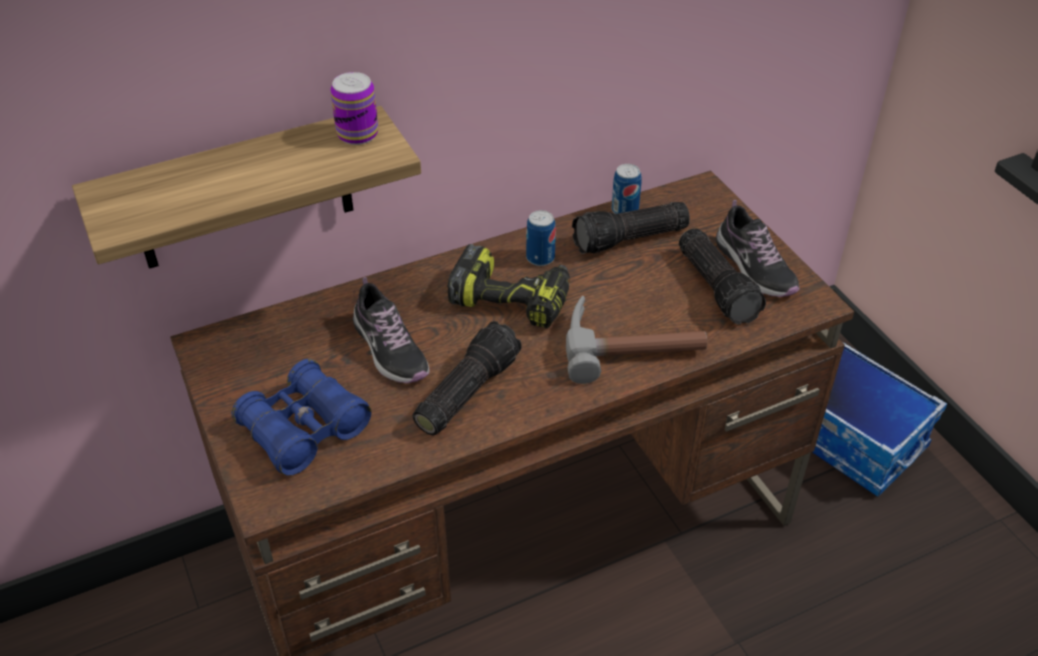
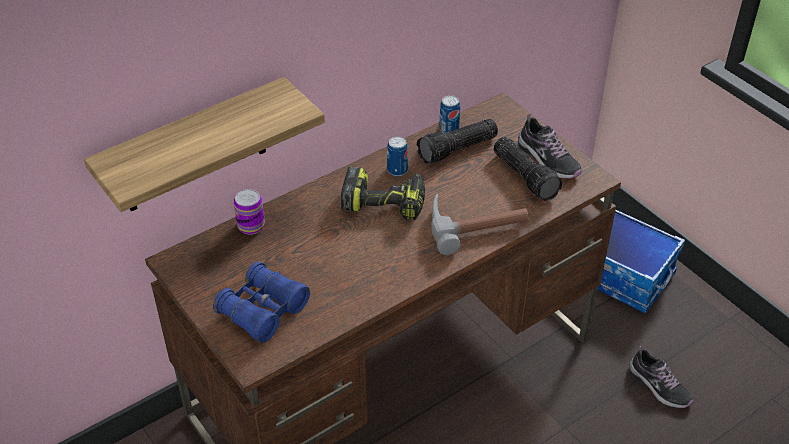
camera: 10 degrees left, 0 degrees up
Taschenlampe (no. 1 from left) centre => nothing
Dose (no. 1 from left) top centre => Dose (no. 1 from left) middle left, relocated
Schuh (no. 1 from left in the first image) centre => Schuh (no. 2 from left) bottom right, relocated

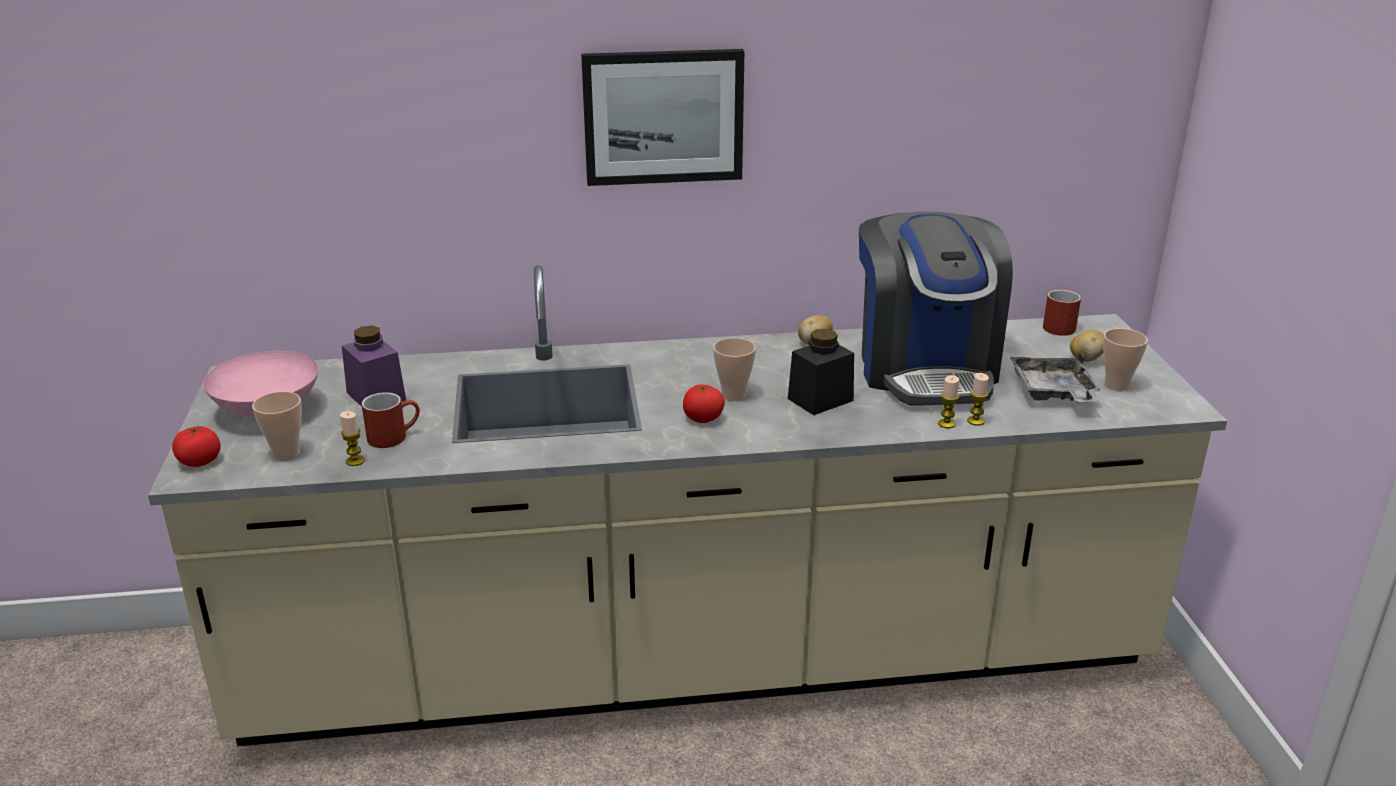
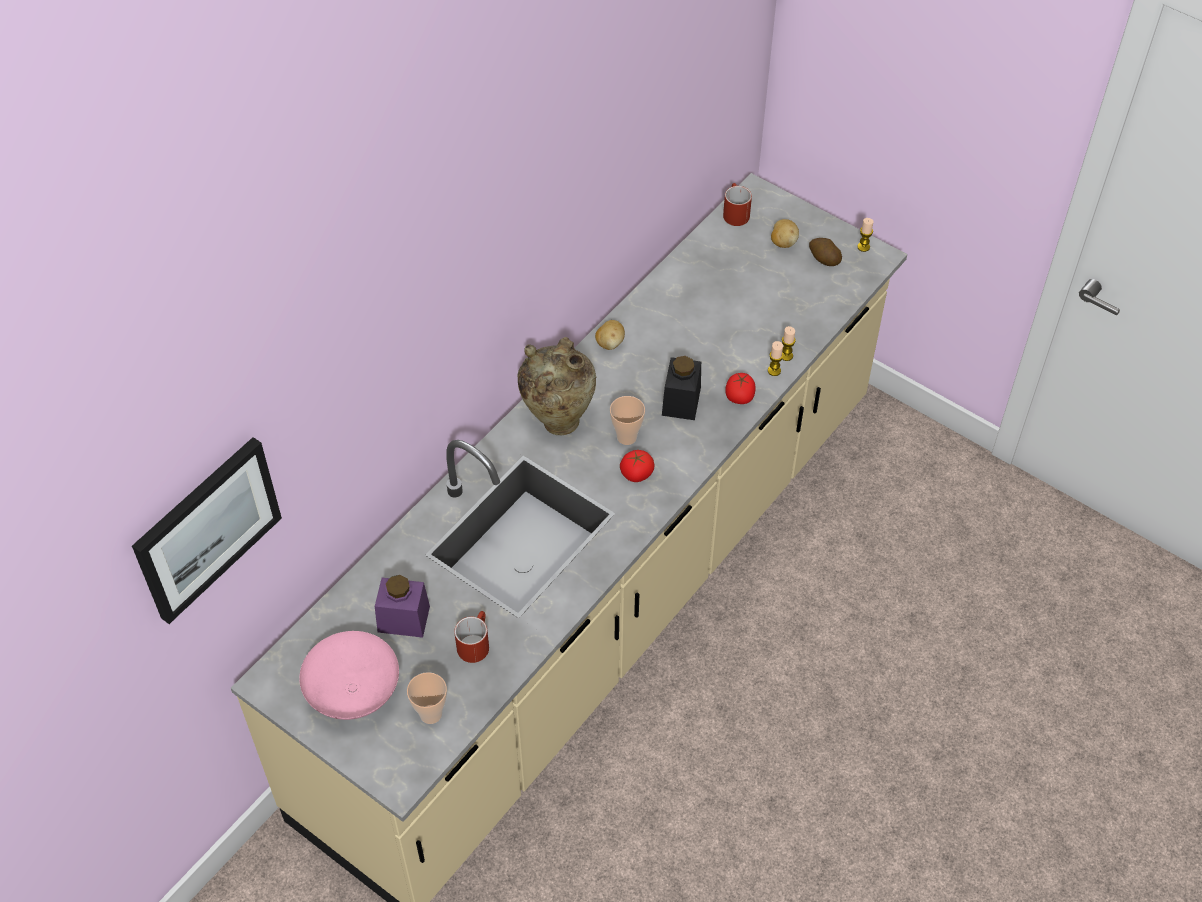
camera: 45 degrees left, 25 degrees up
Kaffeemaschine middle right => nothing
Tablett/grau middle right => nothing
nothing => Vase/beige centre
Tomate (no. 1 from left in the first image) middle left => Tomate (no. 2 from left) centre, relocated
Kerze (no. 1 from left in the first image) middle left => Kerze (no. 3 from left) top right, relocated
Bild top centre => Bild middle left, relocated
Tasse (no. 3 from left) middle right => Kartoffel (no. 3 from left) top right

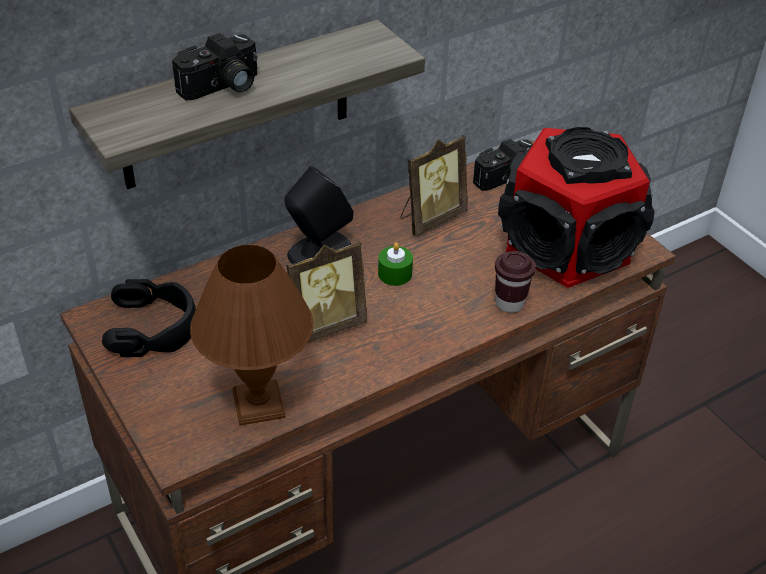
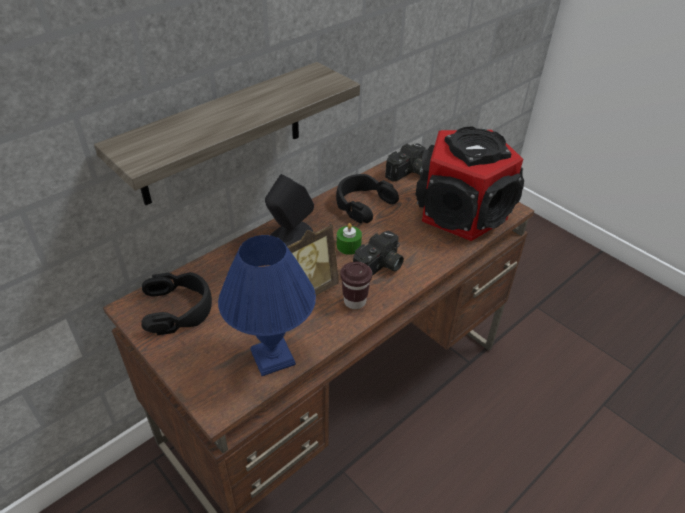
camera: 10 degrees left, 0 degrees up
Kamera (no. 1 from left) top left => Kamera (no. 1 from left) centre, relocated
Tasse/braun middle right => Tasse/braun centre, relocated
Bilderrahmen (no. 2 from left) top centre => Kopfhörer/schwarz (no. 2 from left) centre
Tischlampe/braun middle left => Tischlampe/blau centre

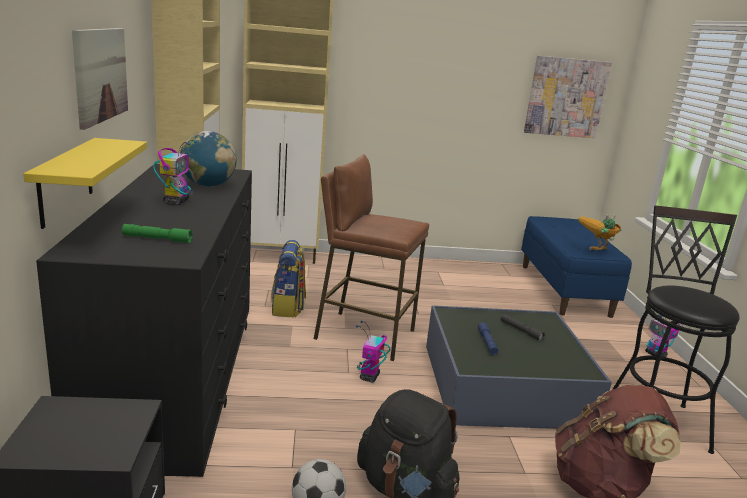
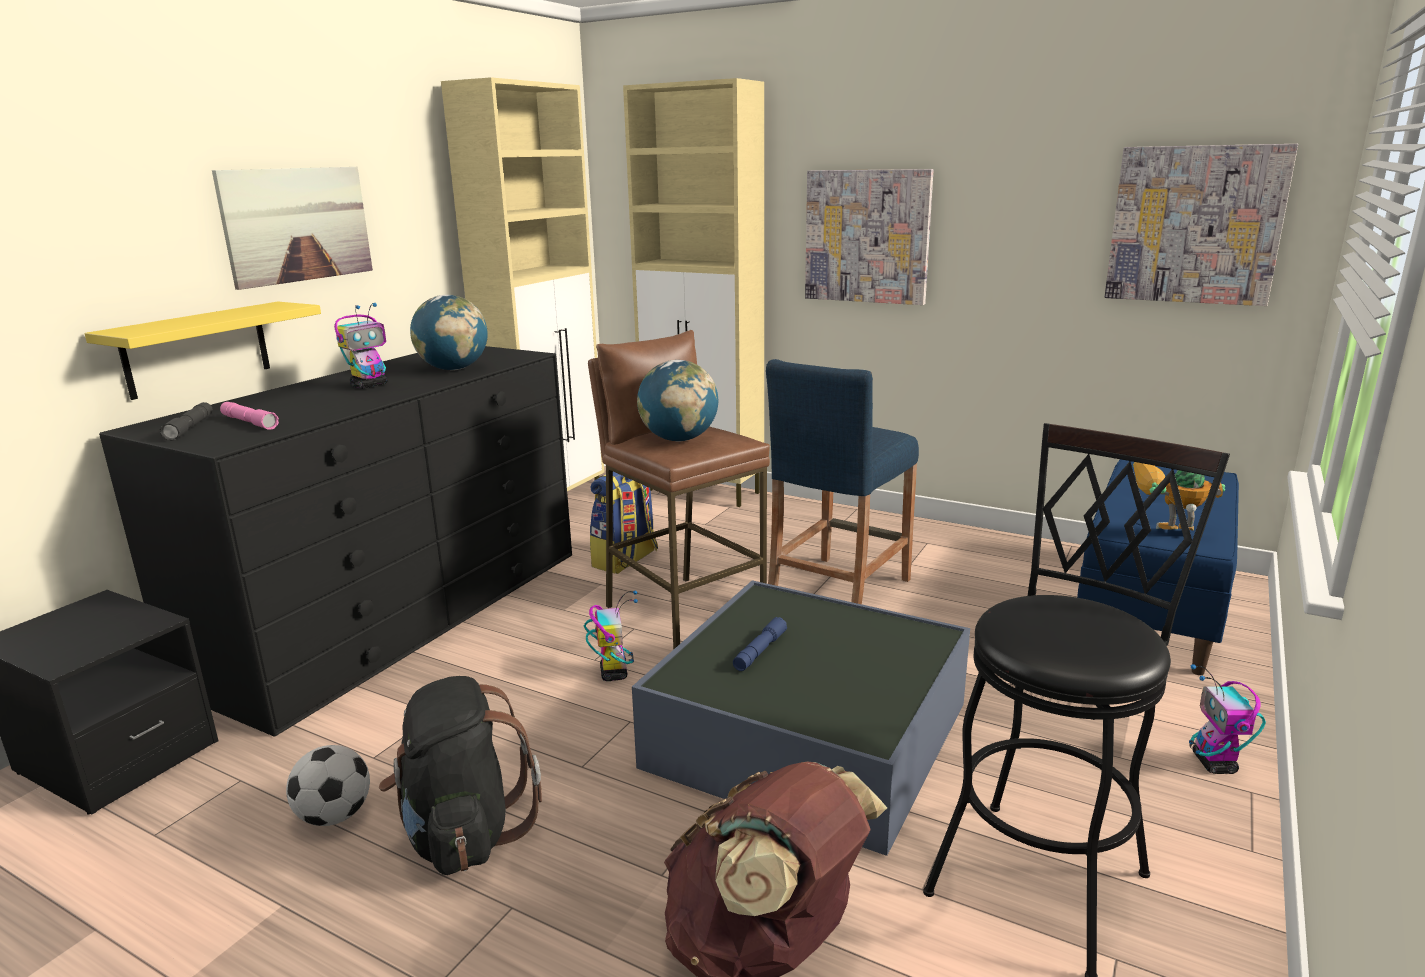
camera: 35 degrees right, 0 degrees up
nothing => Globus (no. 2 from left) centre
nothing => Hocker/blau centre
nothing => Bild (no. 2 from left) top centre
Taschenlampe/grau middle right => Taschenlampe/grau middle left, relocated
Taschenlampe/grün middle left => Taschenlampe/rosa middle left
Spielzeugroboter (no. 2 from left) bottom centre => Spielzeugroboter (no. 2 from left) centre, 120 degrees clockwise

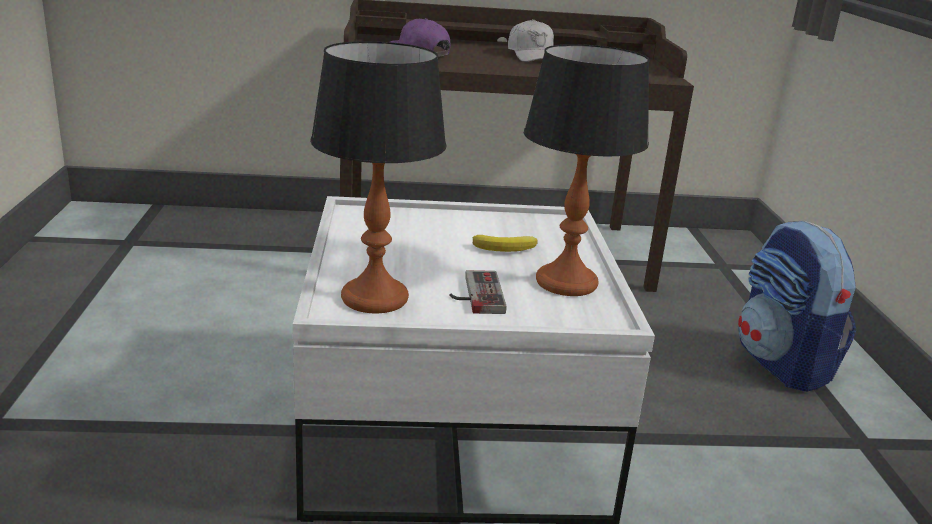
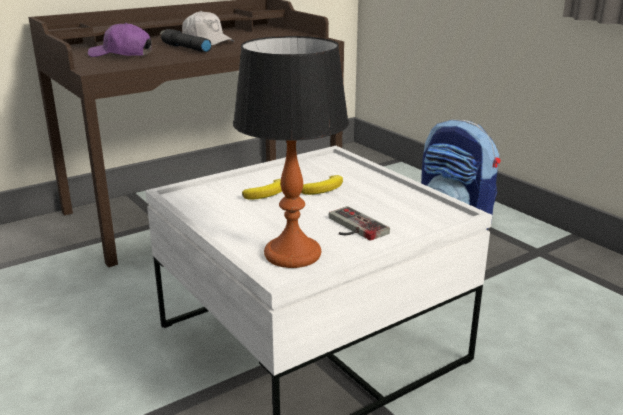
camera: 30 degrees left, 0 degrees up
Tischlampe (no. 2 from left) top centre => nothing
nothing => Taschenlampe/schwarz top left
nothing => Banane (no. 1 from left) centre

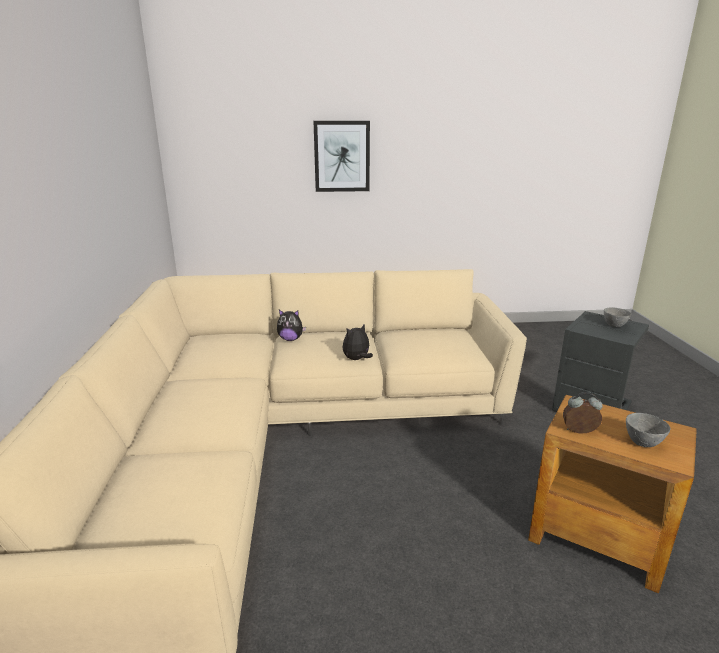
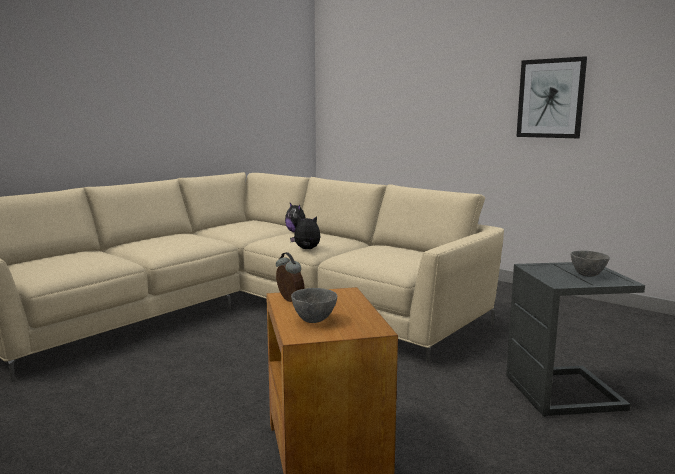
camera: 45 degrees right, 10 degrees down
Bild top centre => Bild top right, relocated

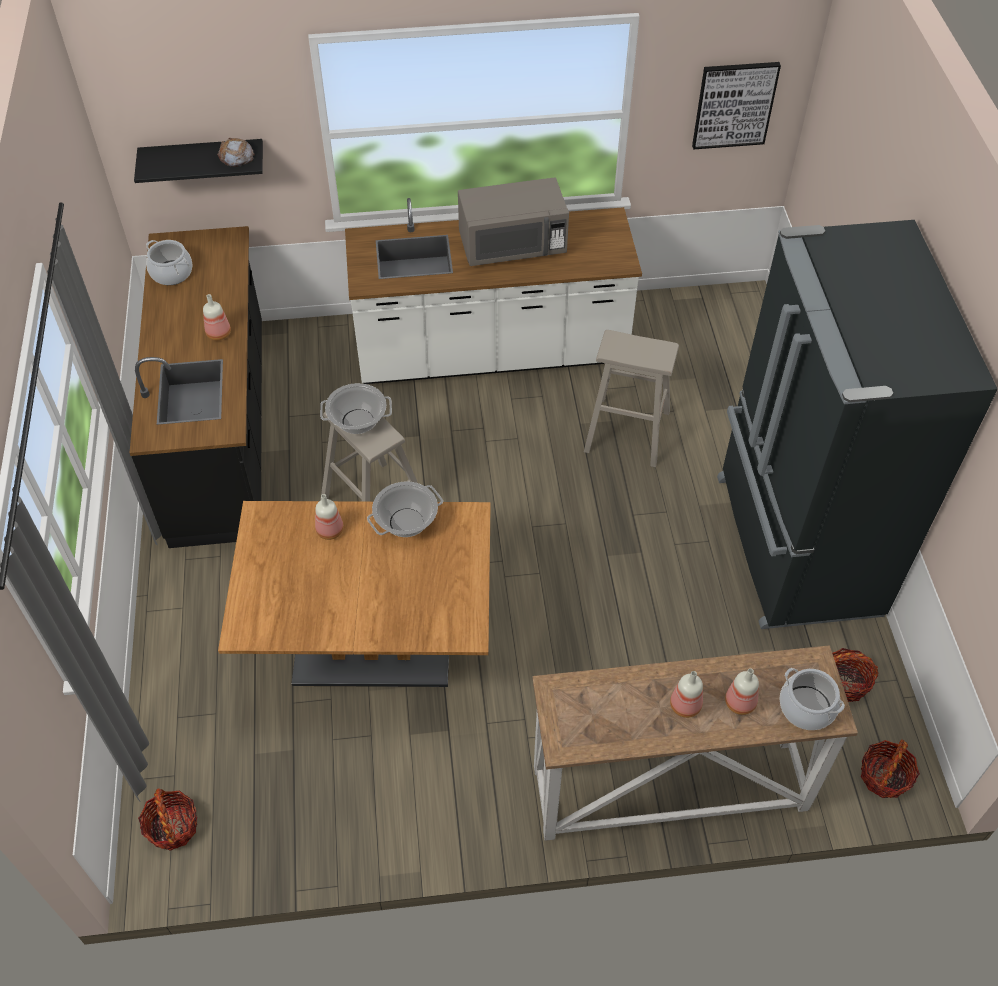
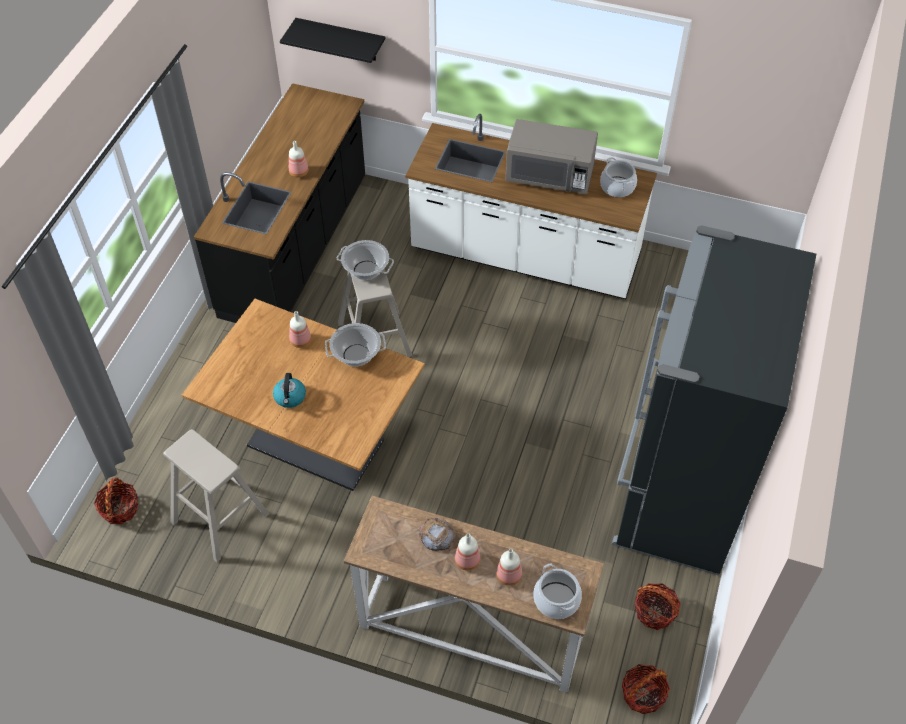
camera: 25 degrees right, 0 degrees up
Bild top right => nothing
nothing => Wasserkessel middle left
Kochtopf (no. 1 from left in the first image) top left => Kochtopf (no. 4 from left) top right, relocated
Brot top left => Brot bottom centre, relocated
Hocker/beige (no. 2 from left in the first image) centre => Hocker/beige (no. 1 from left) bottom left, relocated

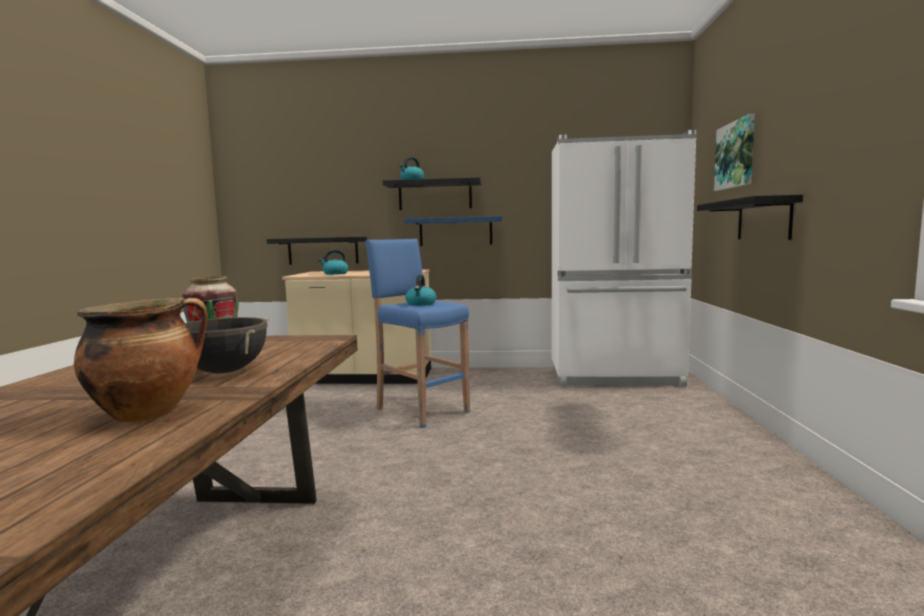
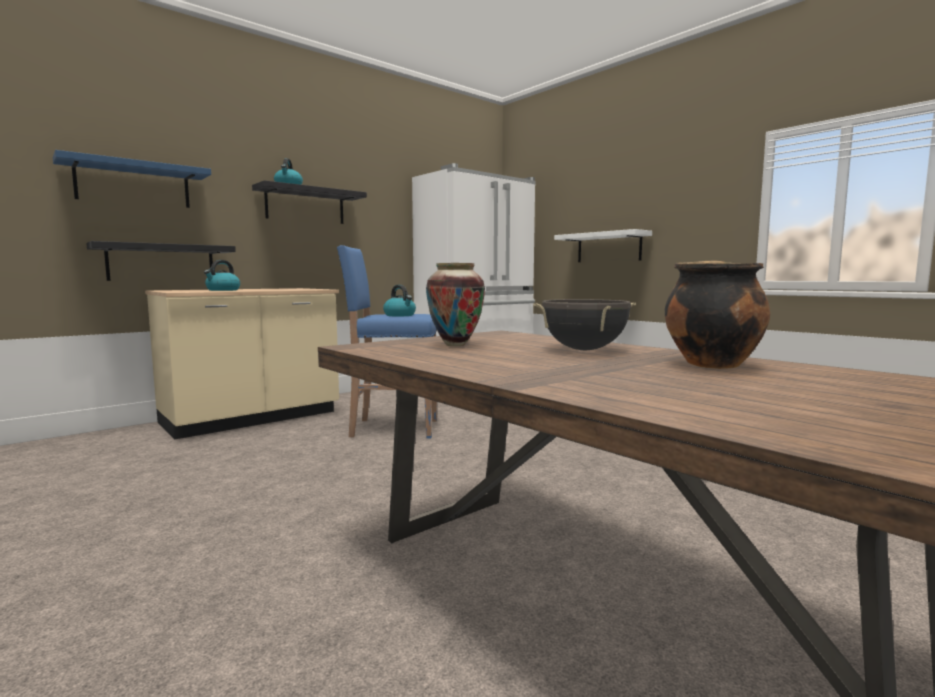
camera: 45 degrees left, 0 degrees up
Bild top right => nothing
Wandregal/blau centre => Wandregal/blau top left, relocated
Wandregal/schwarz (no. 3 from left) middle right => Wandregal/weiß centre

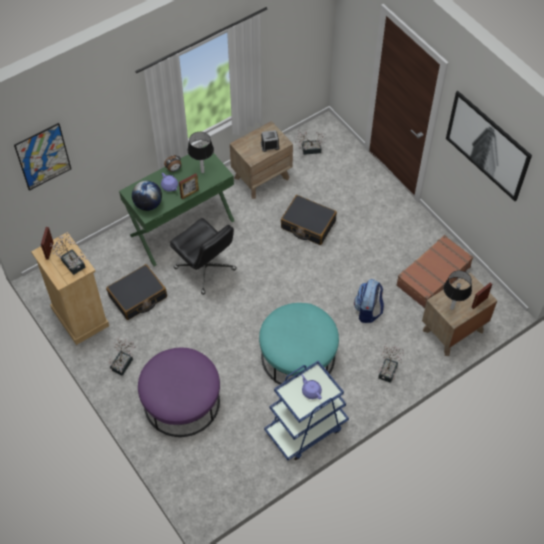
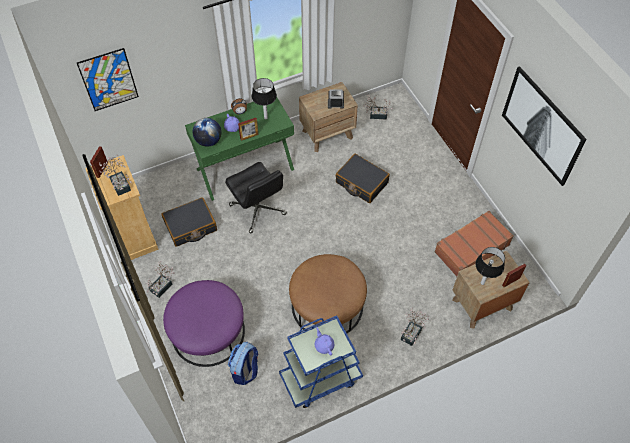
camera: 10 degrees right, 0 degrees up
Rucksack middle right => Rucksack bottom centre, relocated
Polsterhocker/türkis centre => Polsterhocker/braun centre

